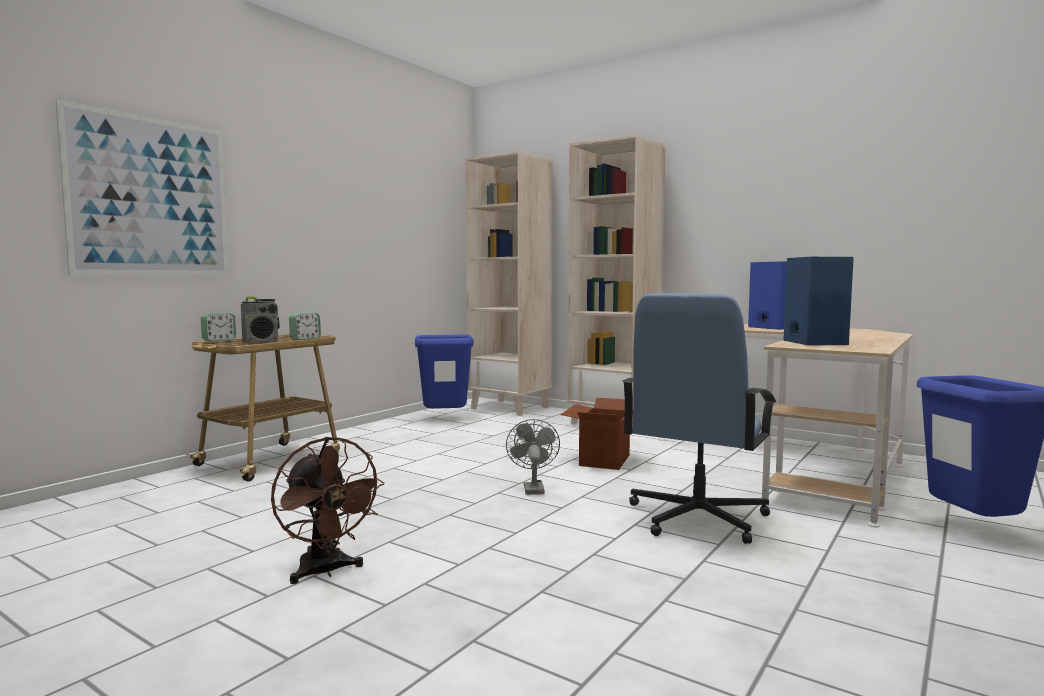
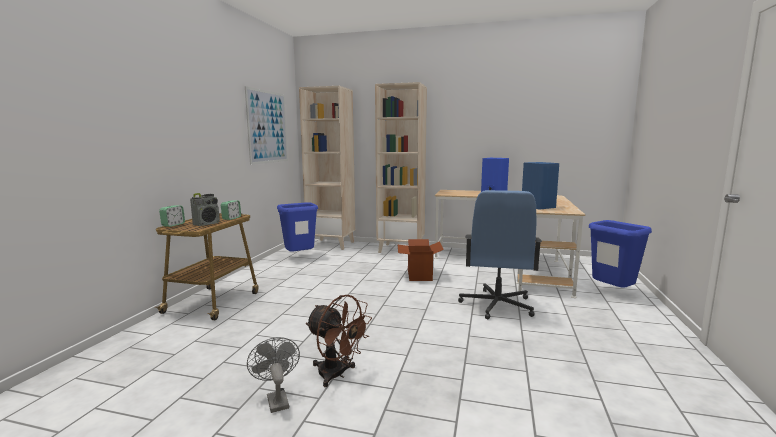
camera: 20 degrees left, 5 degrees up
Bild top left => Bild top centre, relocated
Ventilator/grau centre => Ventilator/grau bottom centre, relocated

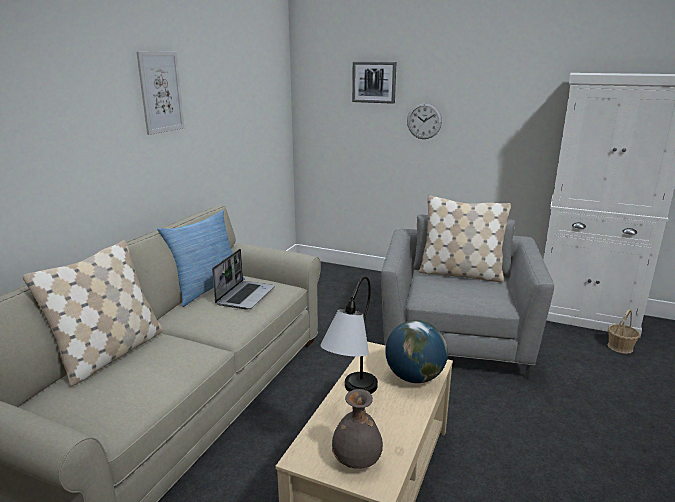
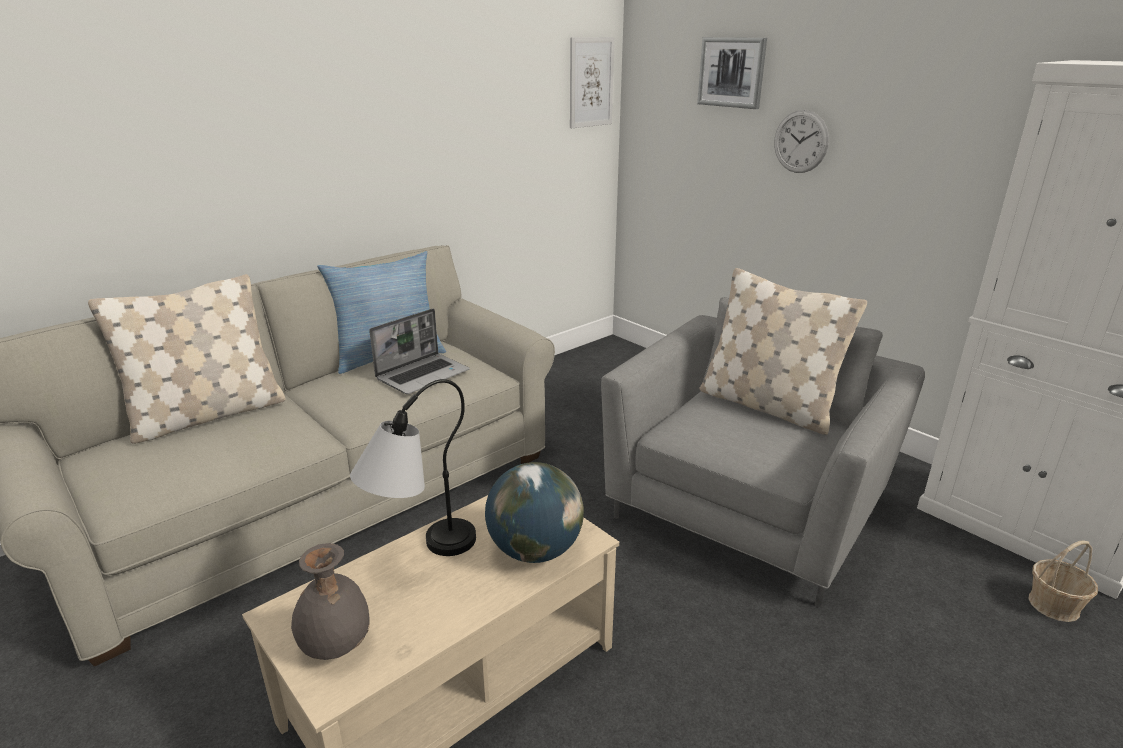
camera: 25 degrees right, 5 degrees up
Bild (no. 1 from left) top left => Bild (no. 1 from left) top centre, relocated

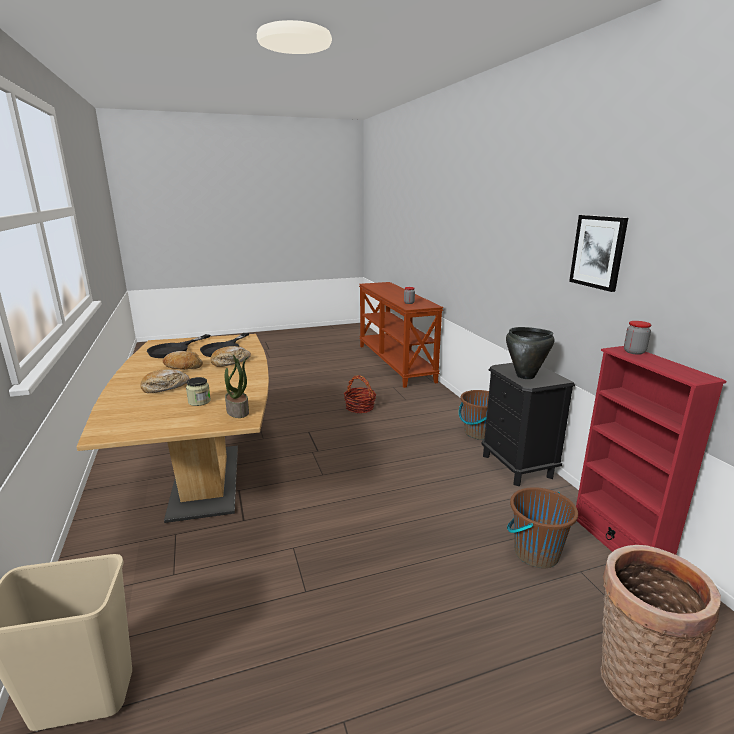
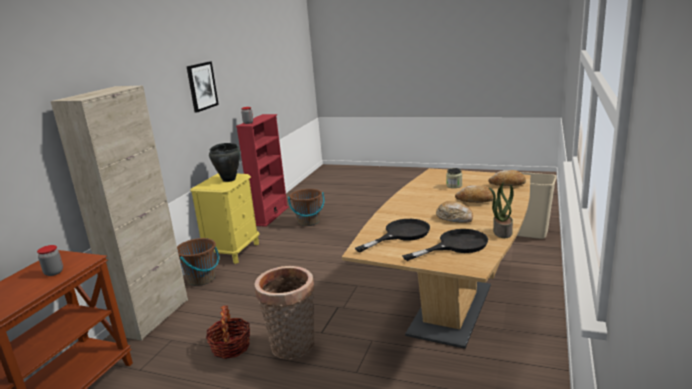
camera: 140 degrees left, 0 degrees up
nothing => Schrank/beige middle left
Brot (no. 3 from left) middle left => Brot (no. 3 from left) middle right, relocated
Topfpflanze middle left => Topfpflanze middle right, relocated
Korb (no. 2 from left) bottom right => Korb (no. 2 from left) bottom centre, relocated
Nachttisch/schwarz middle right => Nachttisch/gelb middle left

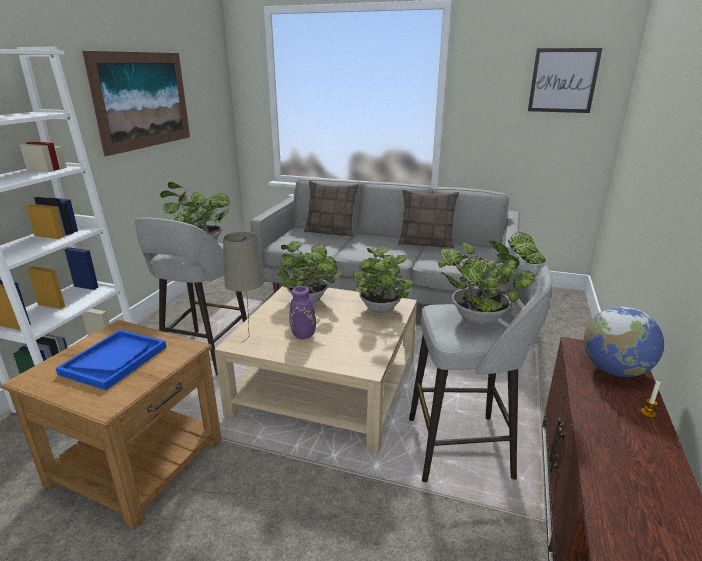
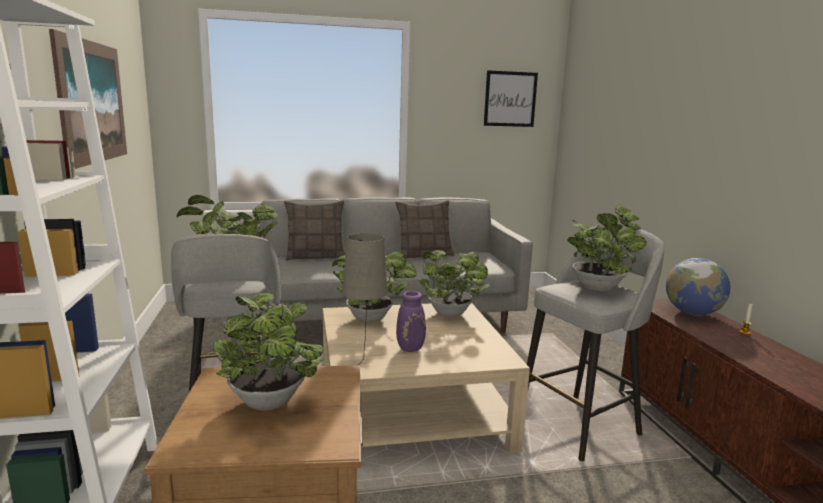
camera: 30 degrees left, 10 degrees down
Tablett/blau middle left => Topfpflanze (no. 2 from left) bottom left

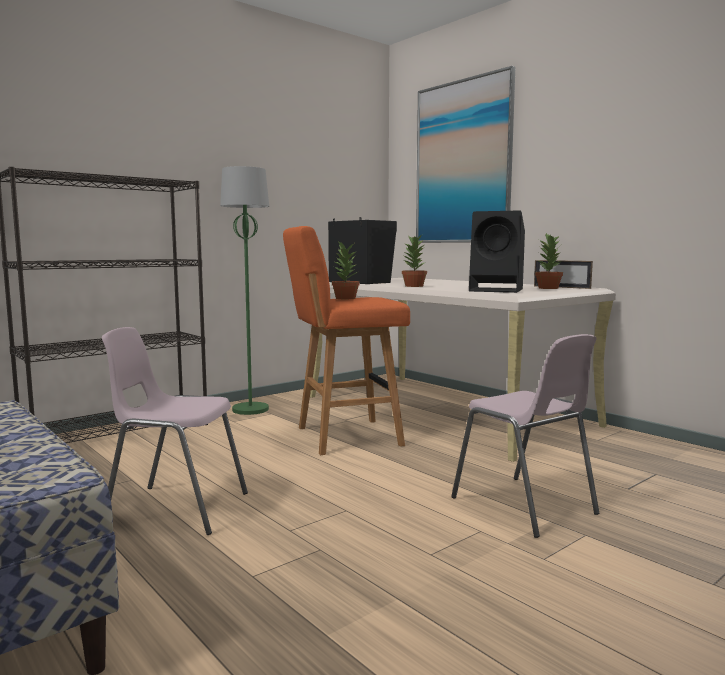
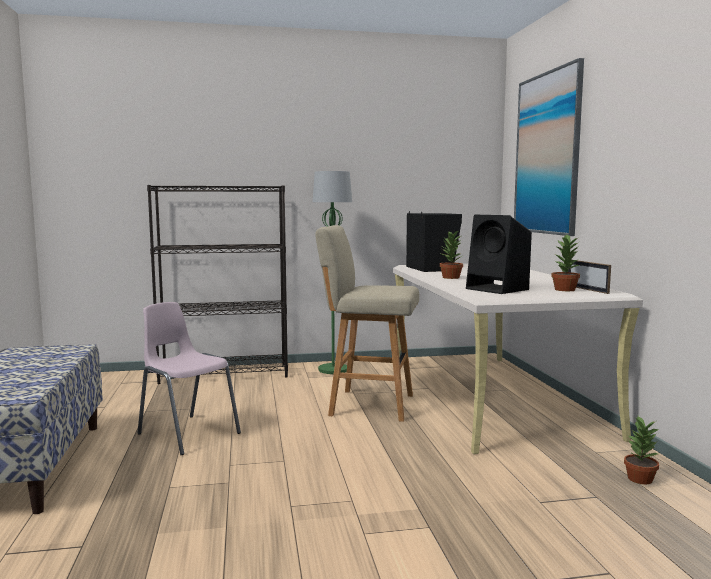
camera: 30 degrees right, 0 degrees up
Stuhl/rosa (no. 2 from left) middle right => nothing
Topfpflanze (no. 1 from left in the first image) centre => Topfpflanze (no. 3 from left) bottom right, relocated
Hocker/orange centre => Hocker/beige centre

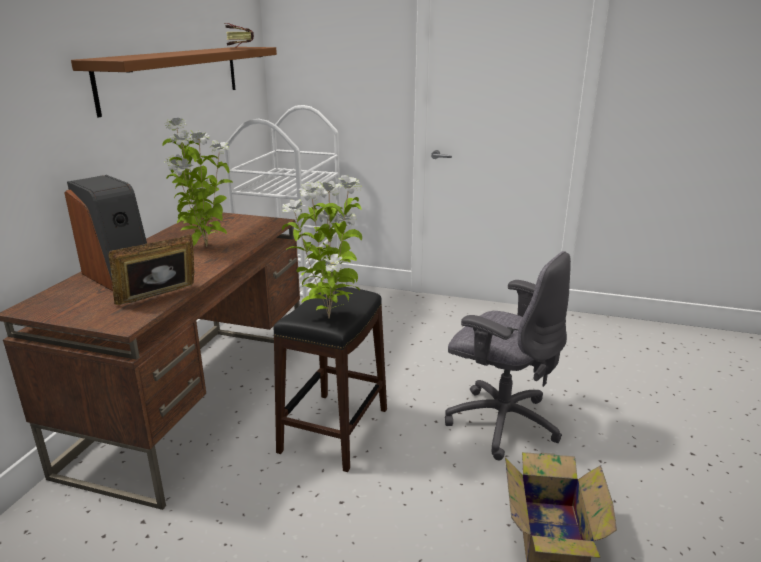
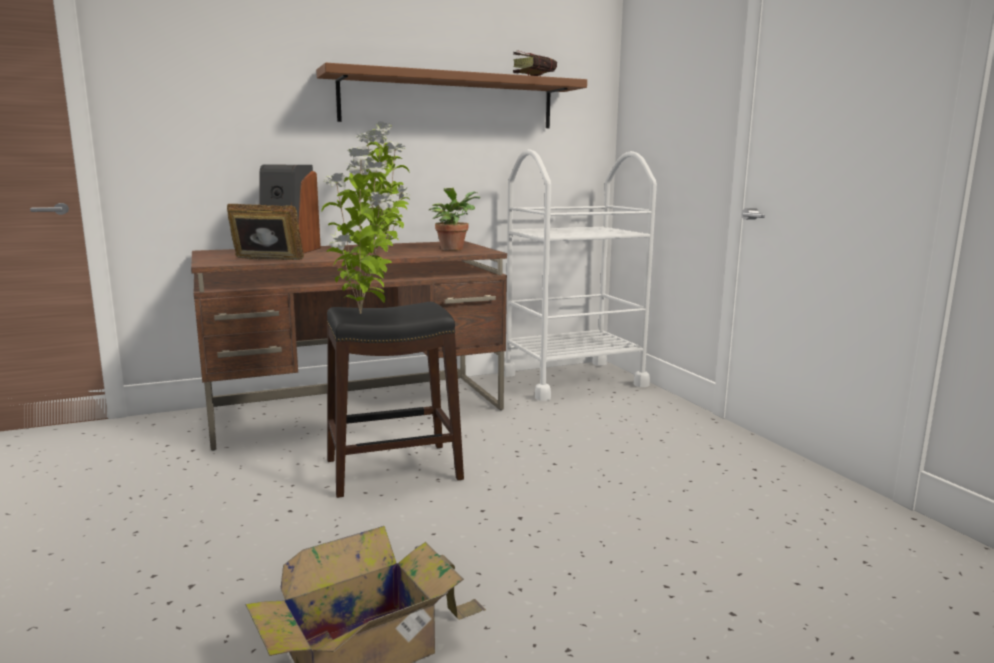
camera: 50 degrees right, 10 degrees down
Bürostuhl/grau middle right => nothing
nothing => Topfpflanze (no. 3 from left) top centre

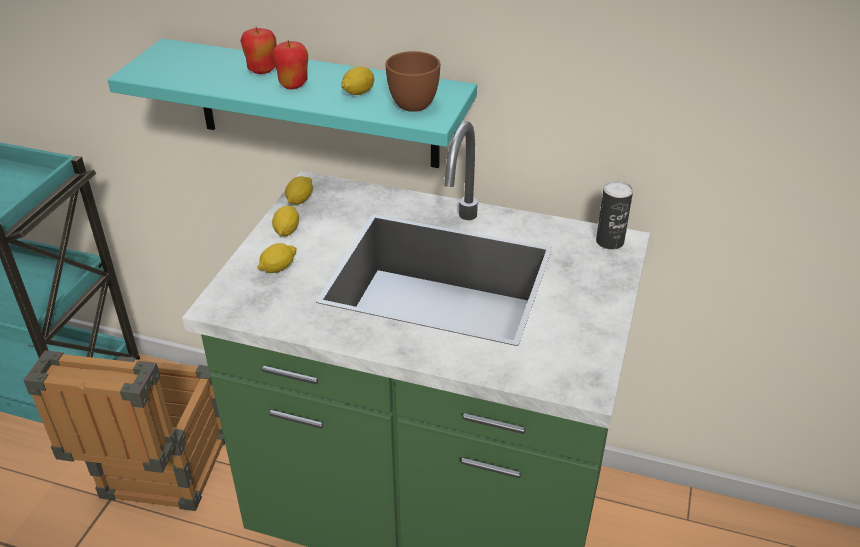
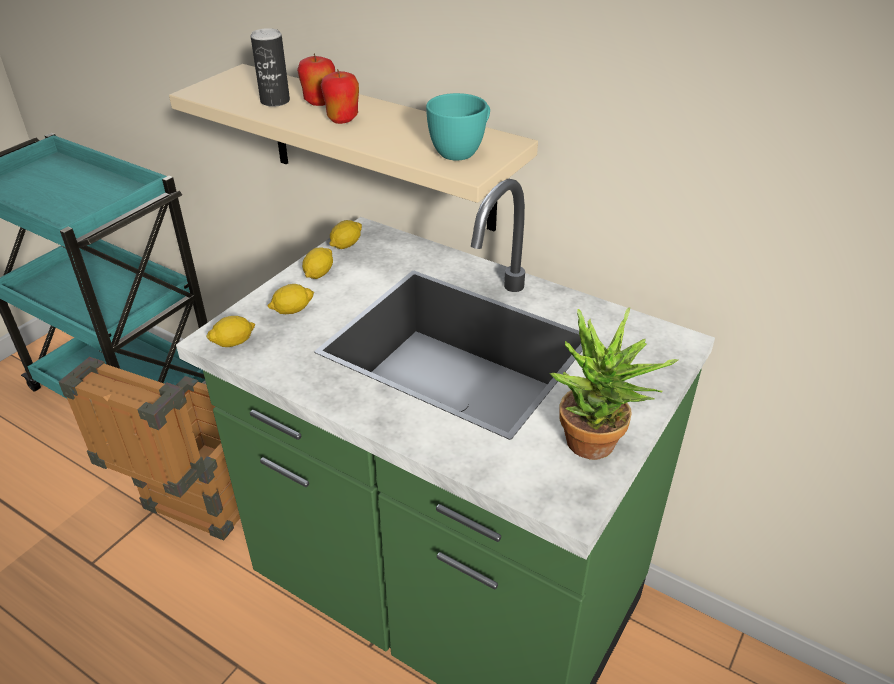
camera: 15 degrees right, 0 degrees up
nothing => Topfpflanze middle right
Zitrone (no. 4 from left in the first image) top centre => Zitrone (no. 1 from left) middle left, relocated
Dose middle right => Dose top left, relocated
Wandregal/türkis top centre => Wandregal/beige top centre
Tasse/braun top centre => Tasse/türkis top centre

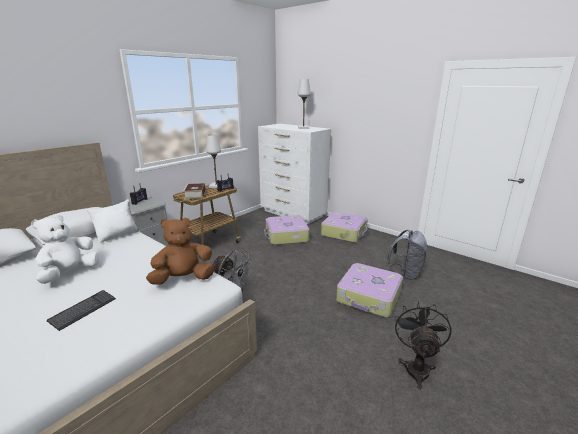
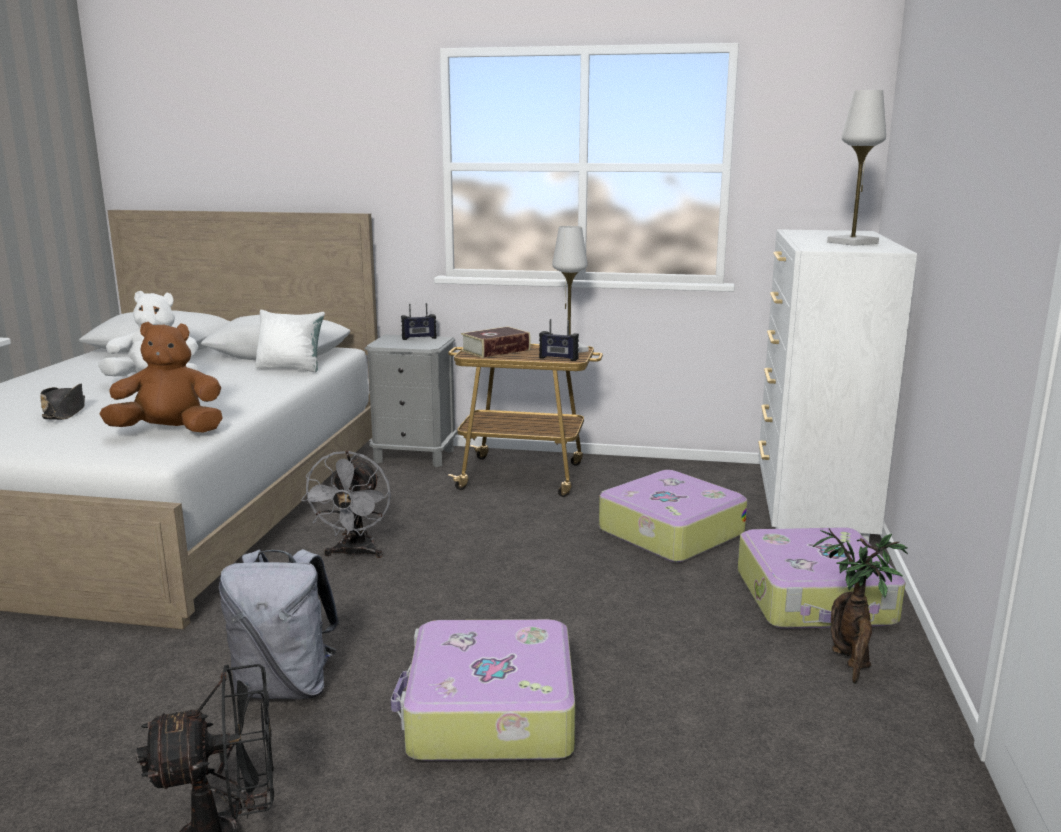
camera: 60 degrees right, 5 degrees down
nothing => Topfpflanze bottom right
Rucksack/grau middle right => Rucksack/grau bottom left, relocated
Tastatur bottom left => Hut/schwarz middle left
Plüschtier/braun middle left, 45 degrees counterclockwise

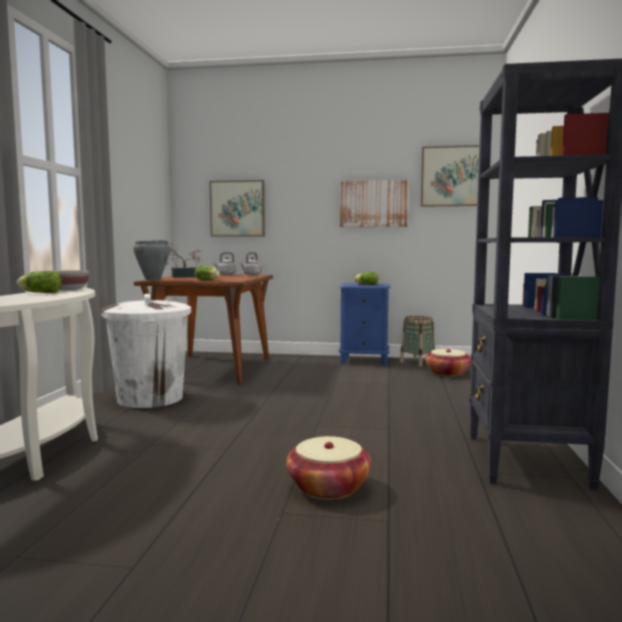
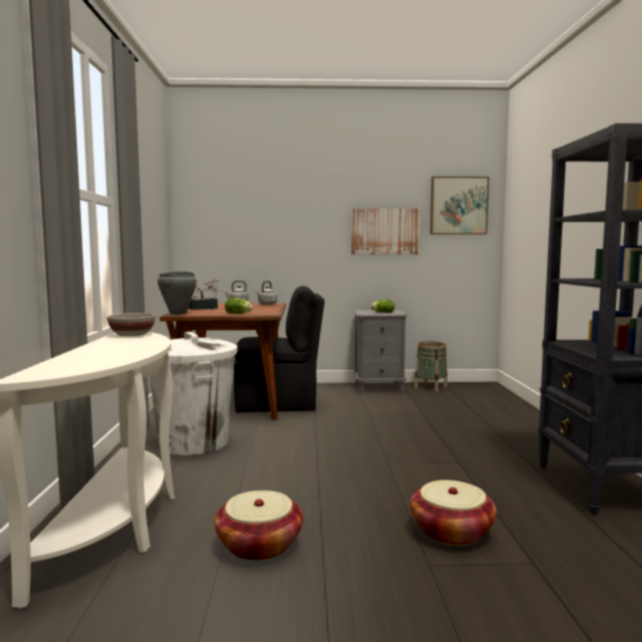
camera: 10 degrees left, 0 degrees up
Salatkopf (no. 1 from left) middle left => nothing
Bild (no. 1 from left) centre => nothing
nothing => Stuhl/schwarz centre
Korb (no. 3 from left in the first image) middle right => Korb (no. 1 from left) bottom centre, relocated
Nachttisch/blau centre => Nachttisch/grau centre

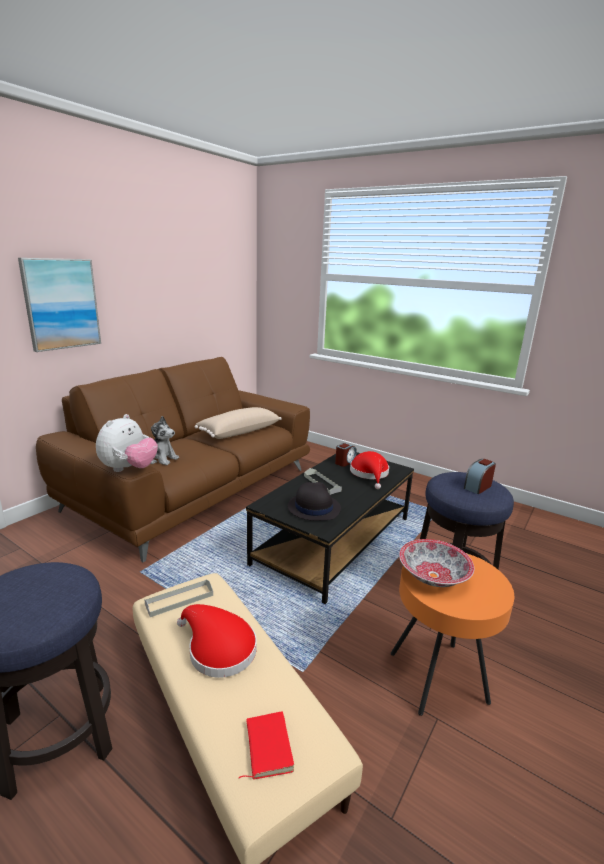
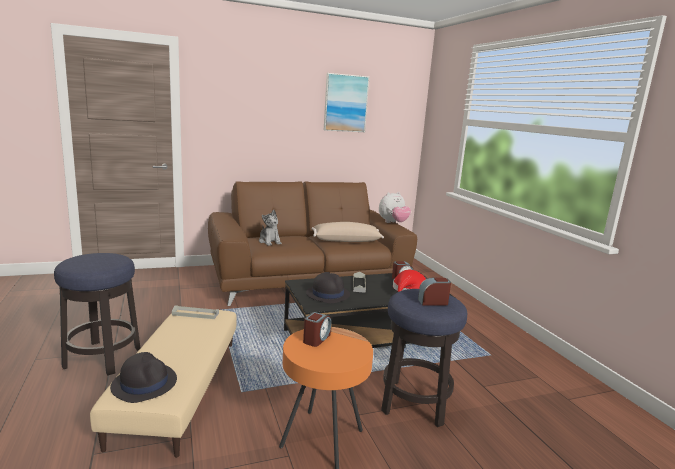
camera: 35 degrees right, 5 degrees down
Hut/rot (no. 1 from left) bottom centre => nothing
Bild middle left => Bild top centre, relocated
Plüschtier (no. 1 from left in the first image) middle left => Plüschtier (no. 2 from left) centre, relocated
Buch/rot bottom centre => Hut/schwarz (no. 1 from left) bottom left
Schüssel middle right => Wecker (no. 1 from left) bottom centre

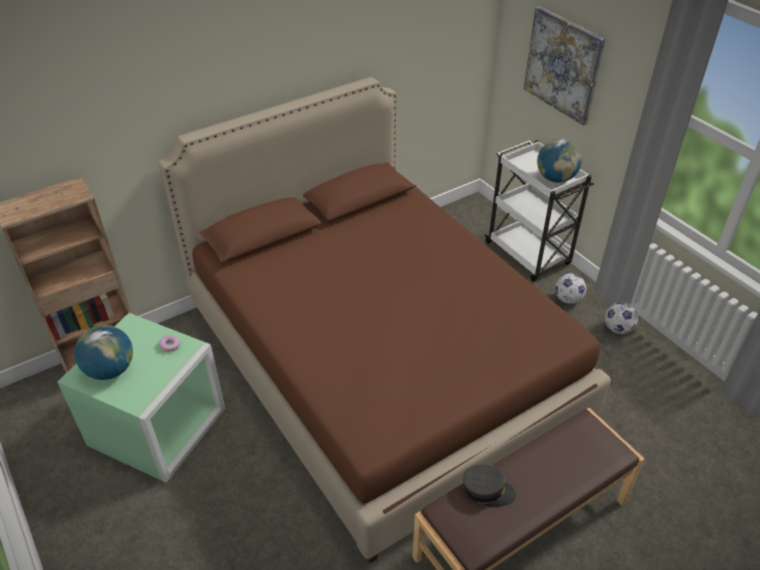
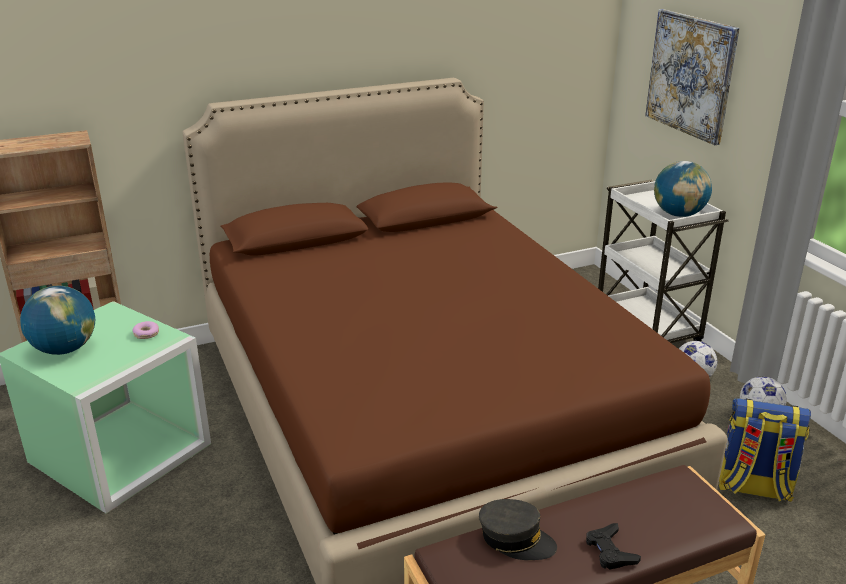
camera: 10 degrees right, 15 degrees down
nothing => Gamepad/schwarz bottom right
nothing => Rucksack bottom right

